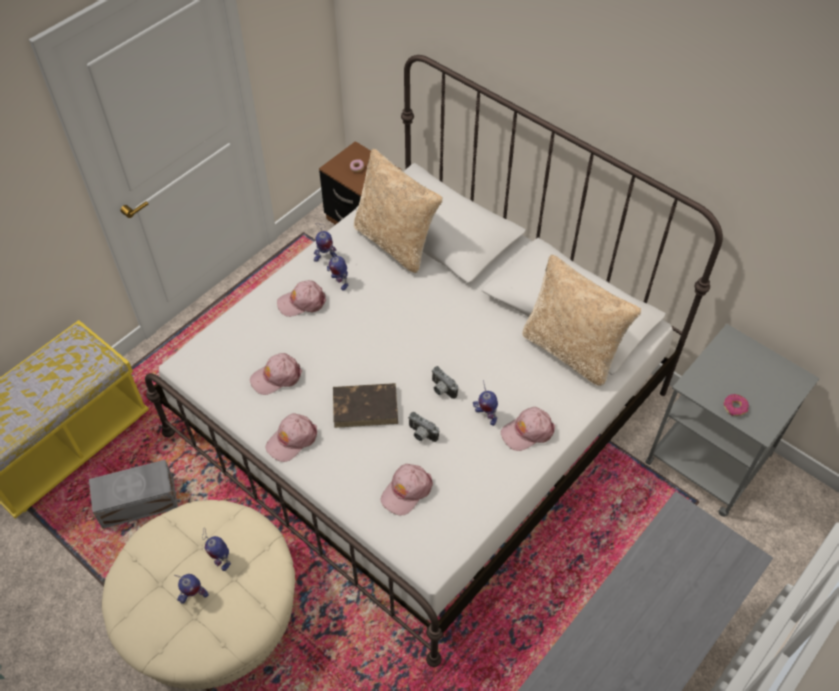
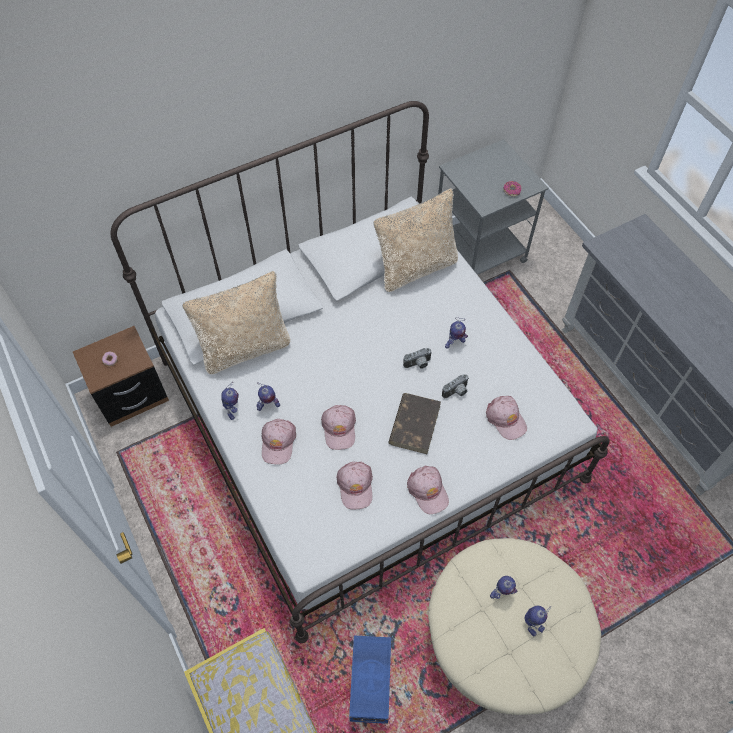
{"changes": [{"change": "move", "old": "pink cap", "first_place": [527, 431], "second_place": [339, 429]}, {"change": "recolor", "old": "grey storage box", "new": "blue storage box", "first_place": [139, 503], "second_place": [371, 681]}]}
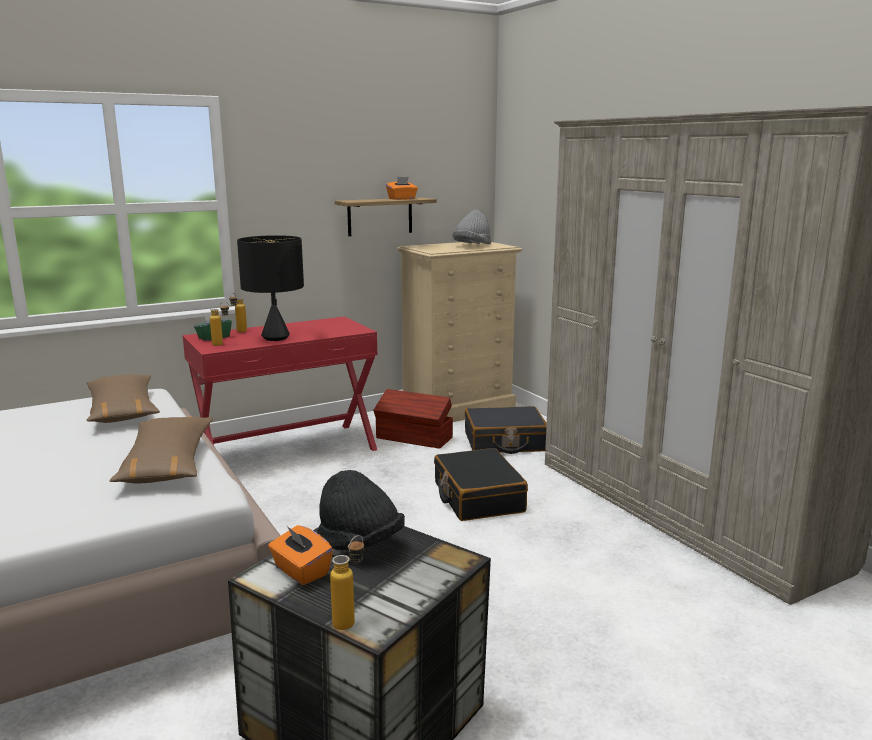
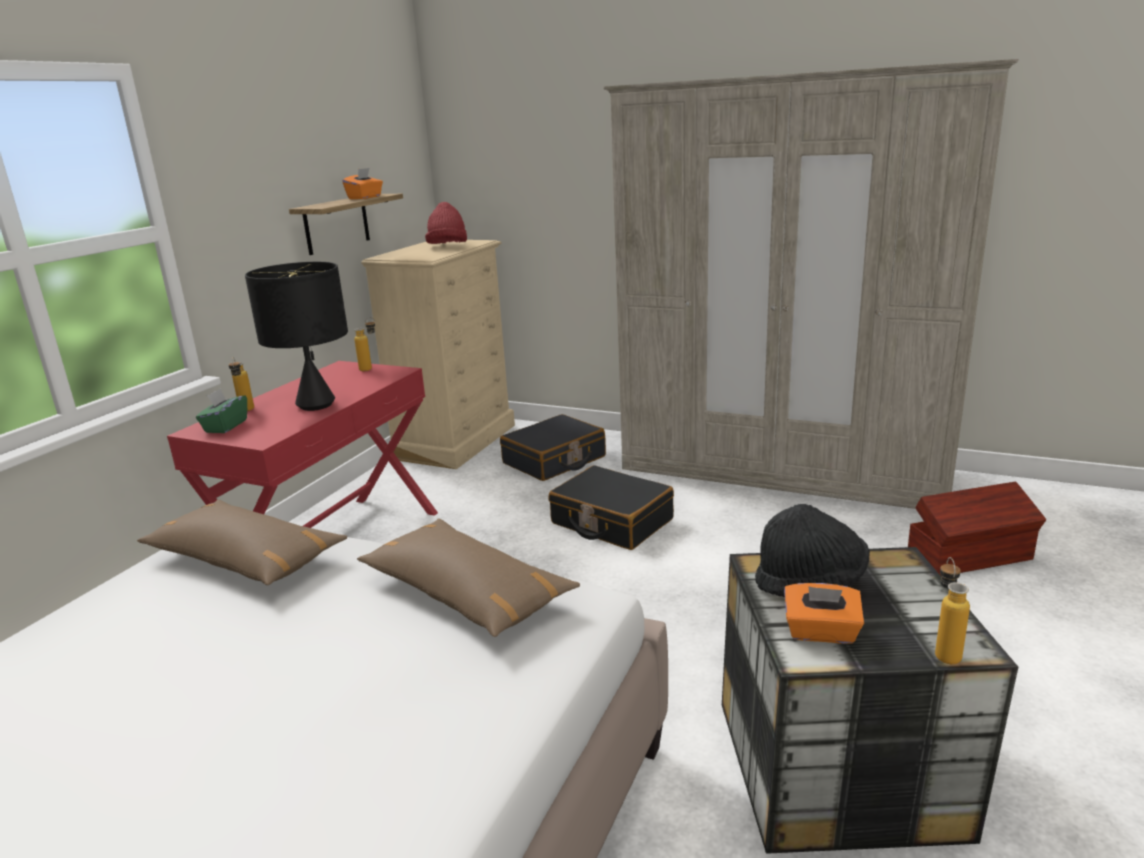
{"changes": [{"change": "recolor", "old": "grey hat", "new": "red hat", "first_place": [472, 246], "second_place": [447, 246]}, {"change": "move", "old": "bottle", "first_place": [222, 344], "second_place": [370, 368]}, {"change": "move", "old": "brown storage box", "first_place": [414, 438], "second_place": [971, 556]}]}
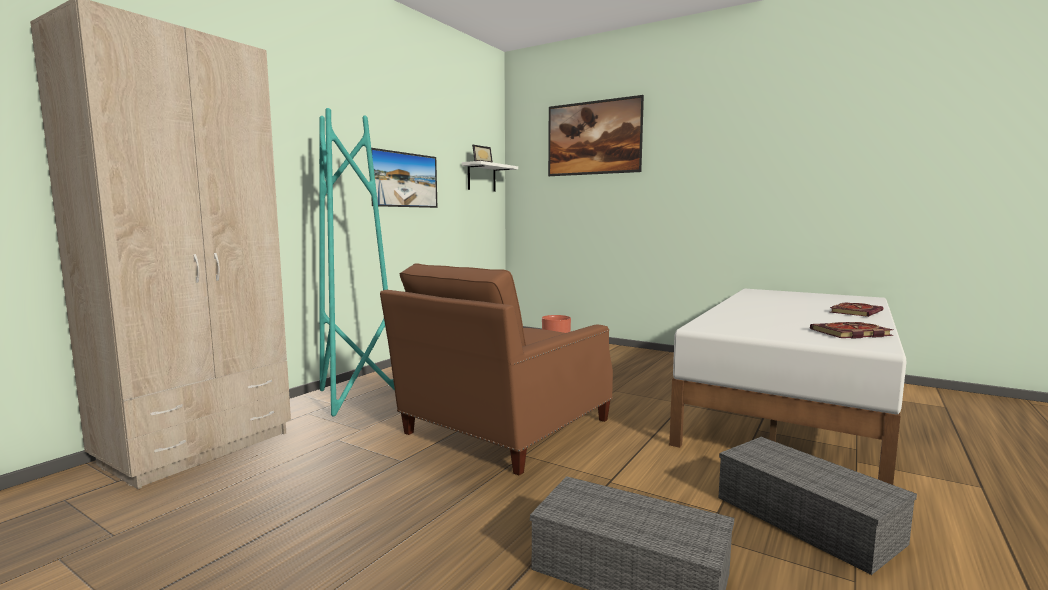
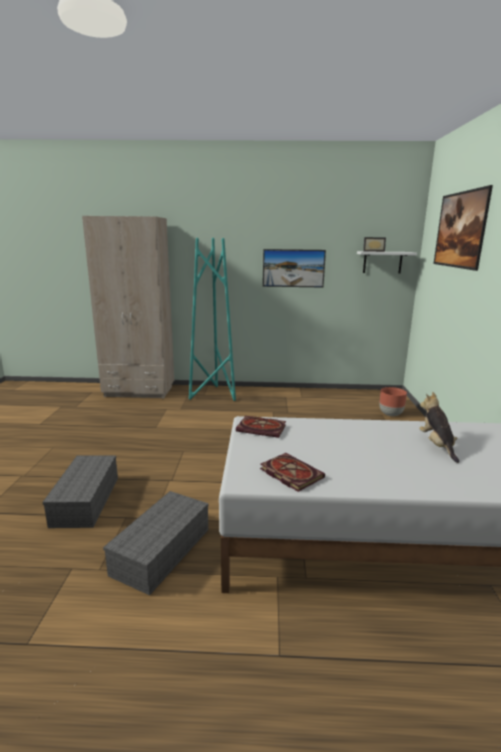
{"changes": [{"change": "delete", "old": "brown armchair", "first_place": [504, 428]}, {"change": "move", "old": "book", "first_place": [855, 312], "second_place": [262, 428]}, {"change": "insert", "new": "plush toy", "second_place": [437, 445]}]}
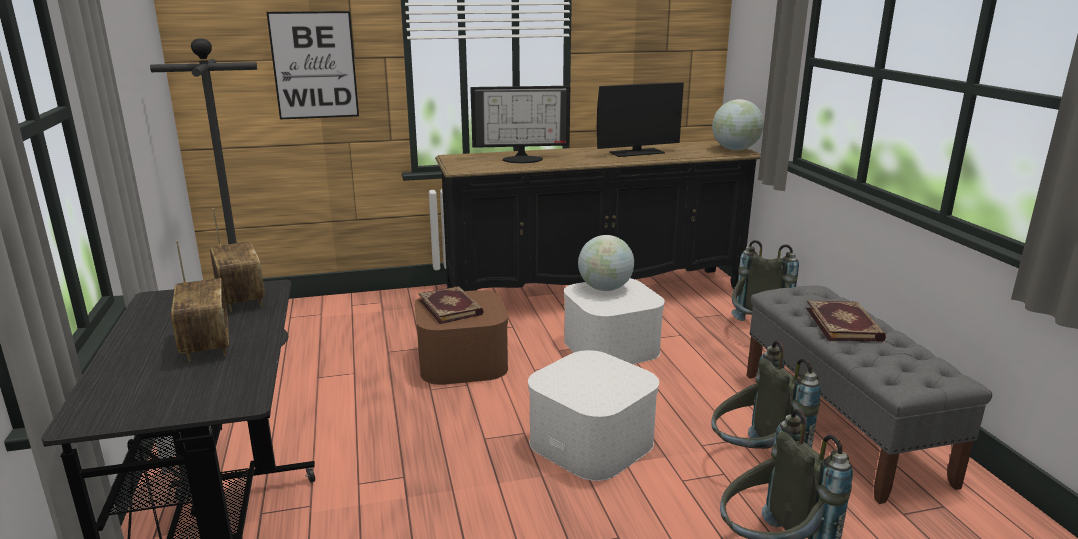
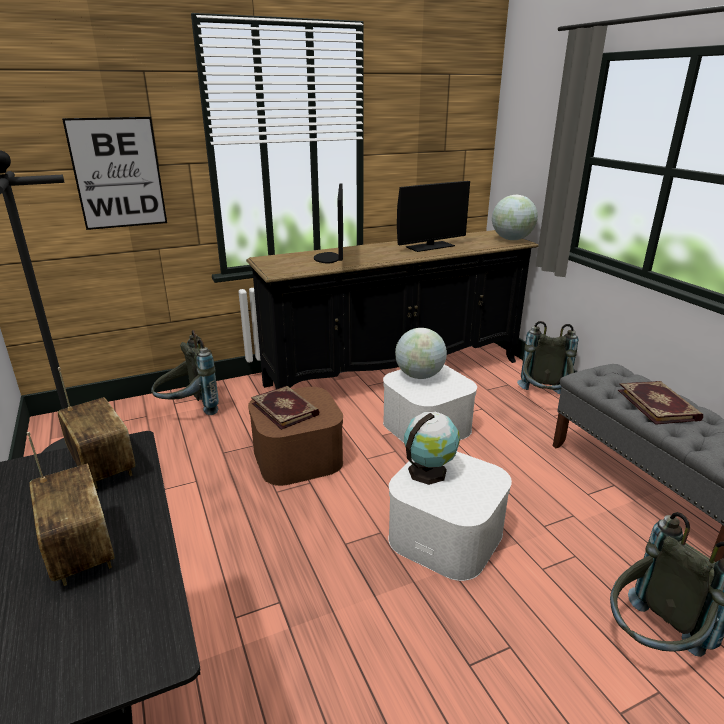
{"changes": [{"change": "rotate", "old": "monitor", "first_place": [523, 159], "second_place": [331, 258], "degrees": 105}, {"change": "move", "old": "grey backpack", "first_place": [754, 462], "second_place": [189, 410]}, {"change": "insert", "new": "globe", "second_place": [429, 471]}]}
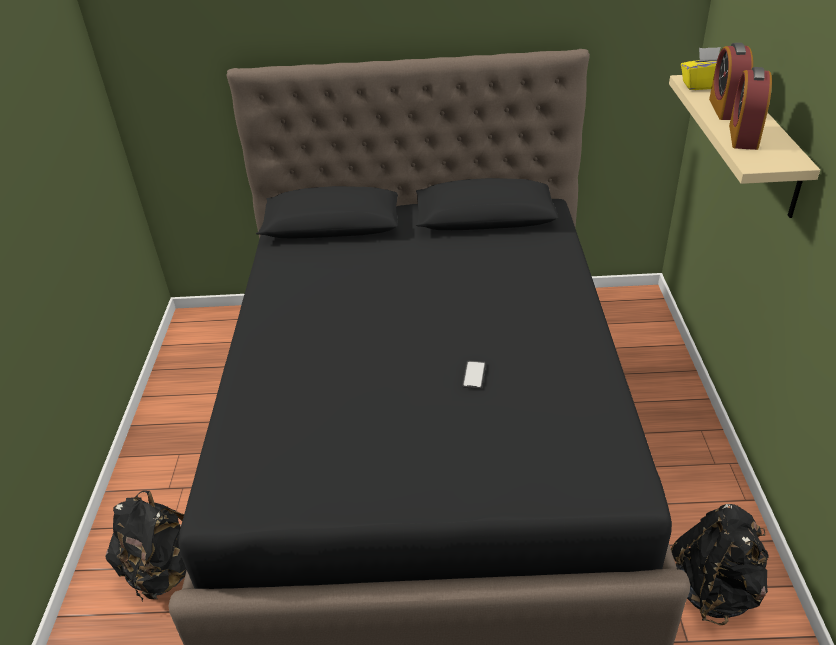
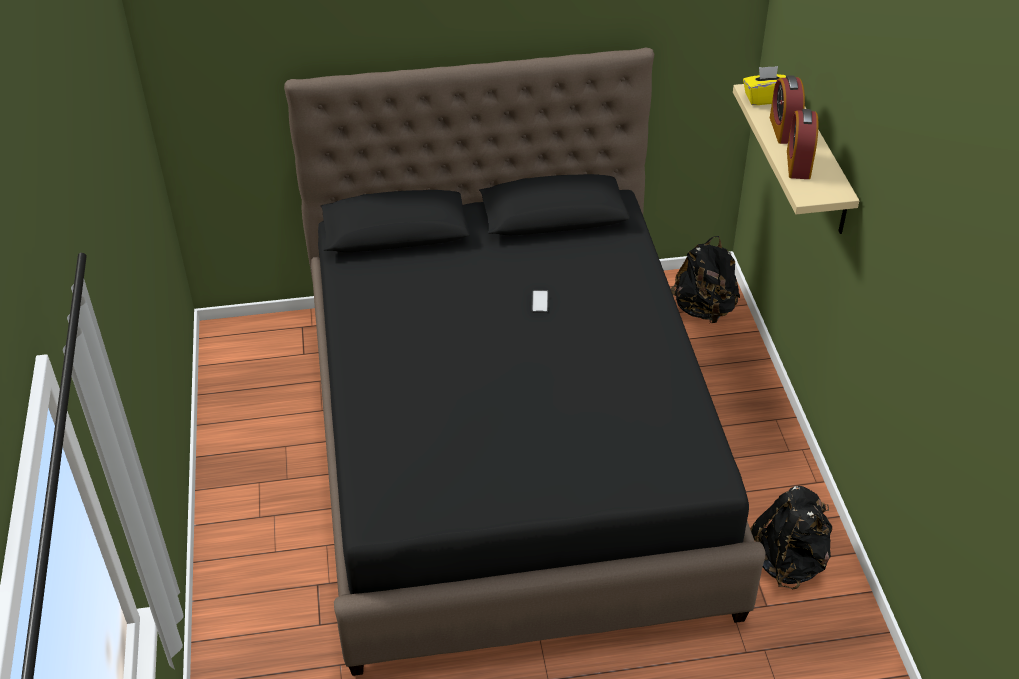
{"changes": [{"change": "move", "old": "phone", "first_place": [474, 375], "second_place": [540, 302]}, {"change": "move", "old": "black backpack", "first_place": [163, 572], "second_place": [704, 309]}]}
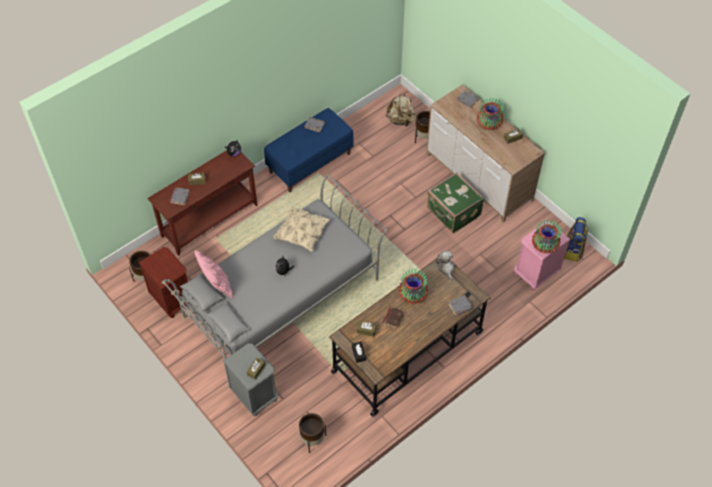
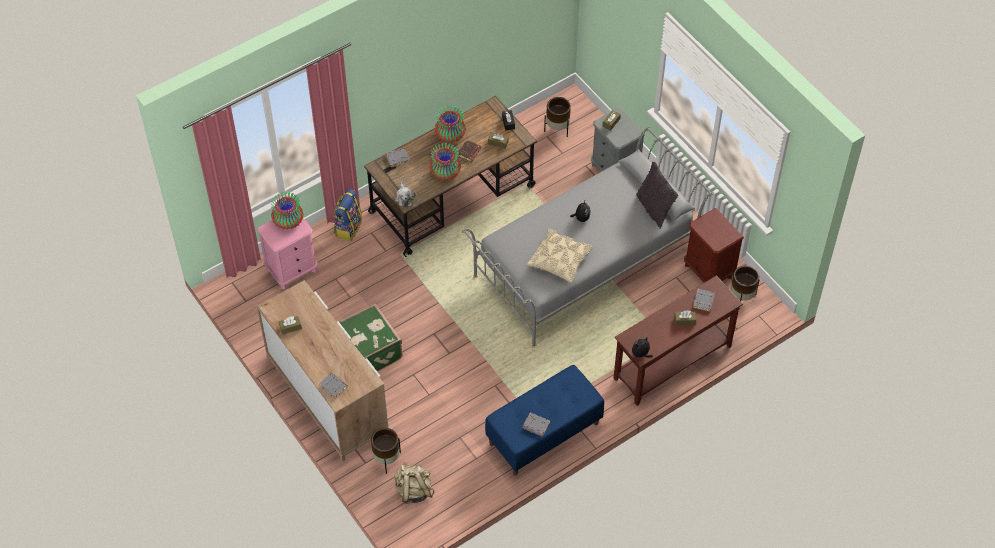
{"changes": [{"change": "move", "old": "vase", "first_place": [489, 124], "second_place": [450, 135]}, {"change": "move", "old": "backpack", "first_place": [573, 250], "second_place": [348, 227]}, {"change": "recolor", "old": "pink pillow", "new": "black pillow", "first_place": [217, 285], "second_place": [654, 209]}]}
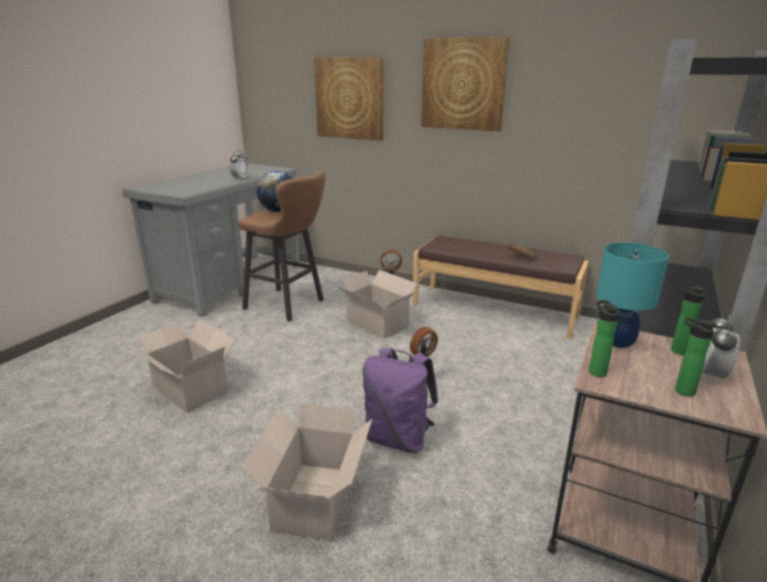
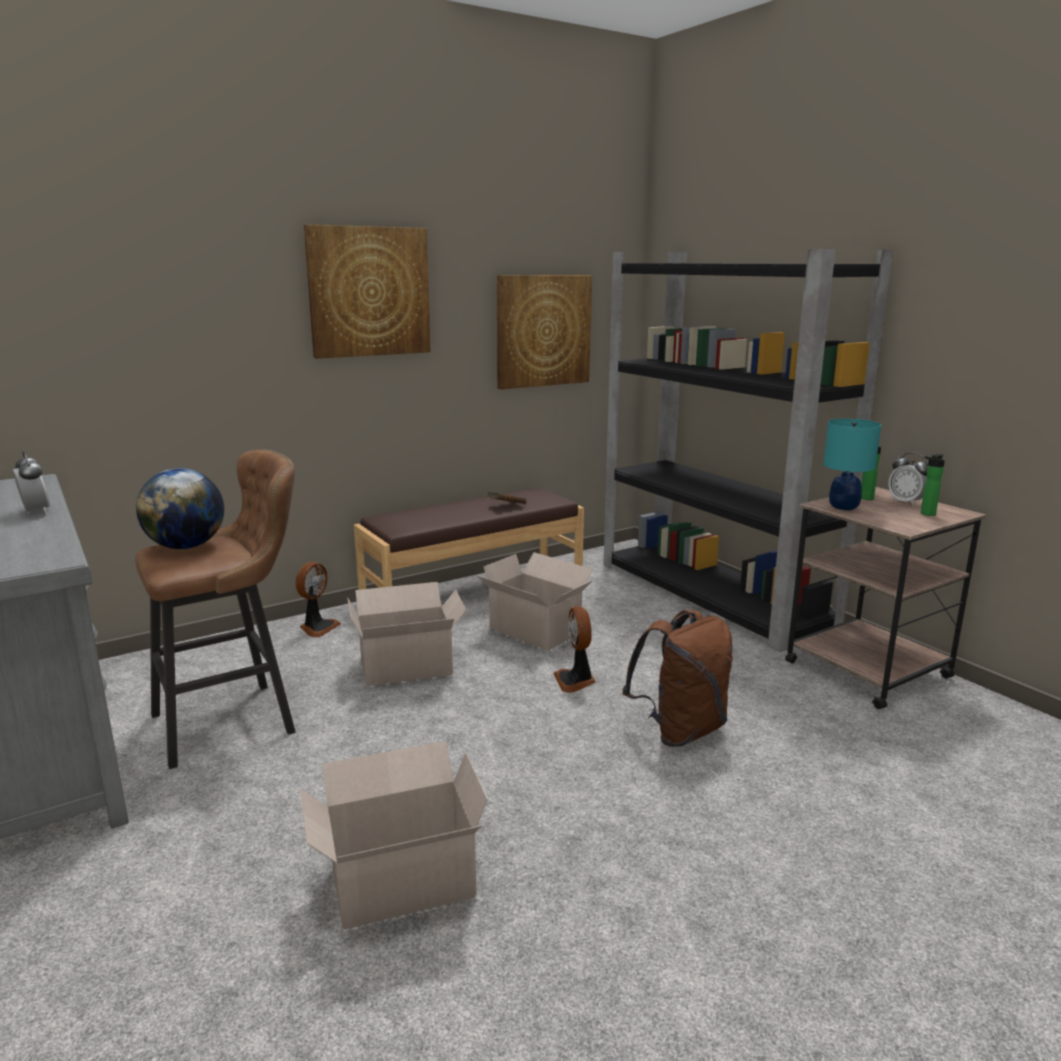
{"changes": [{"change": "move", "old": "picture", "first_place": [350, 98], "second_place": [543, 331]}, {"change": "delete", "old": "bottle", "first_place": [596, 371]}, {"change": "recolor", "old": "purple backpack", "new": "brown backpack", "first_place": [398, 438], "second_place": [680, 730]}, {"change": "move", "old": "cardboard box", "first_place": [313, 502], "second_place": [536, 631]}]}
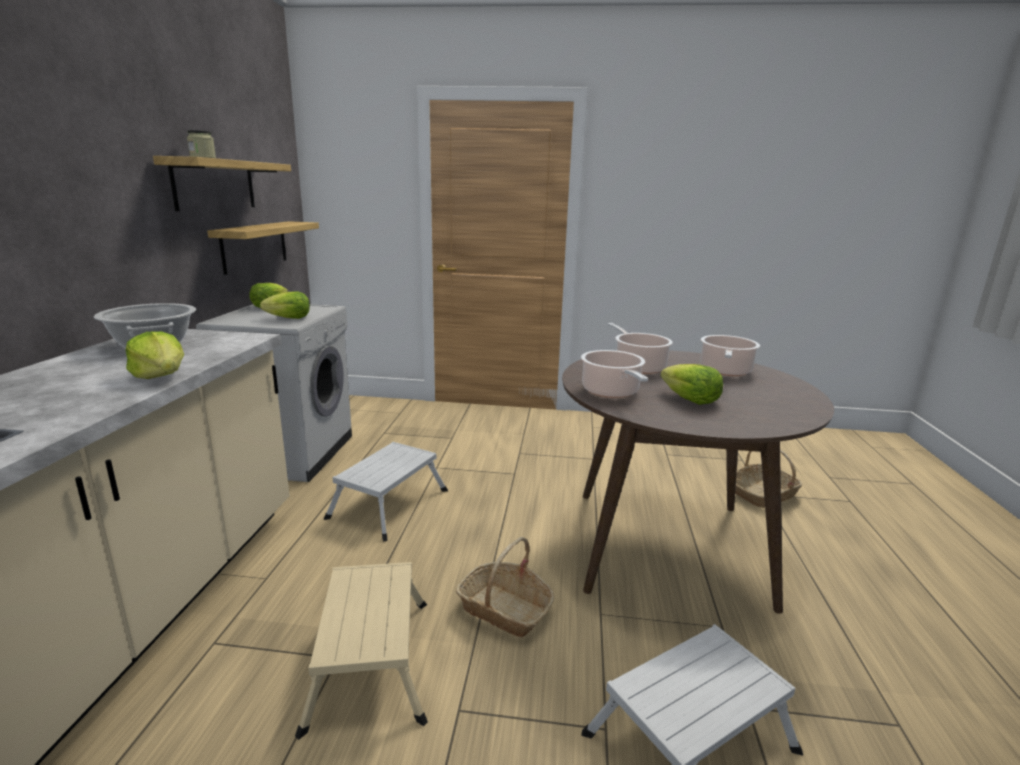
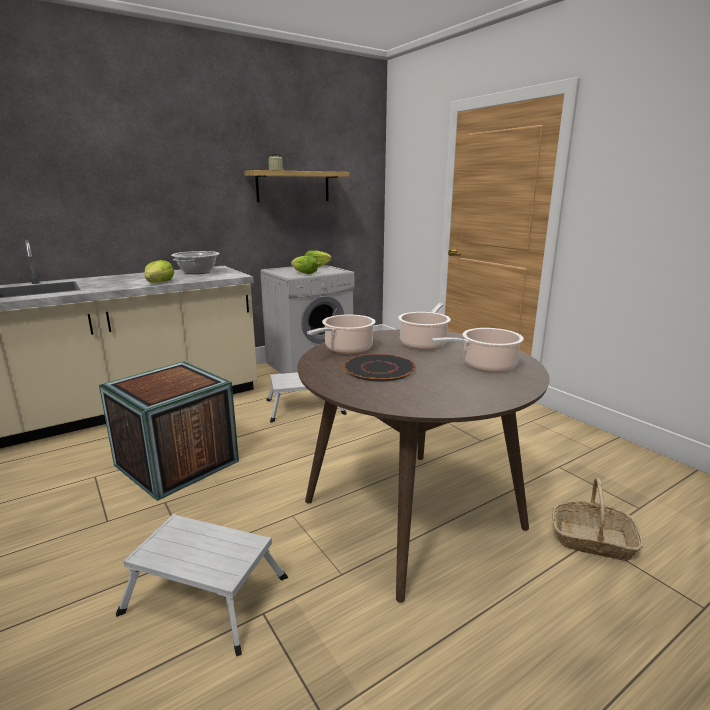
{"changes": [{"change": "delete", "old": "shelf", "first_place": [255, 246]}, {"change": "replace", "old": "lettuce", "new": "black plate", "first_place": [690, 400], "second_place": [379, 369]}, {"change": "delete", "old": "basket", "first_place": [505, 609]}, {"change": "replace", "old": "beige step ladder", "new": "crate", "first_place": [370, 660], "second_place": [176, 463]}]}
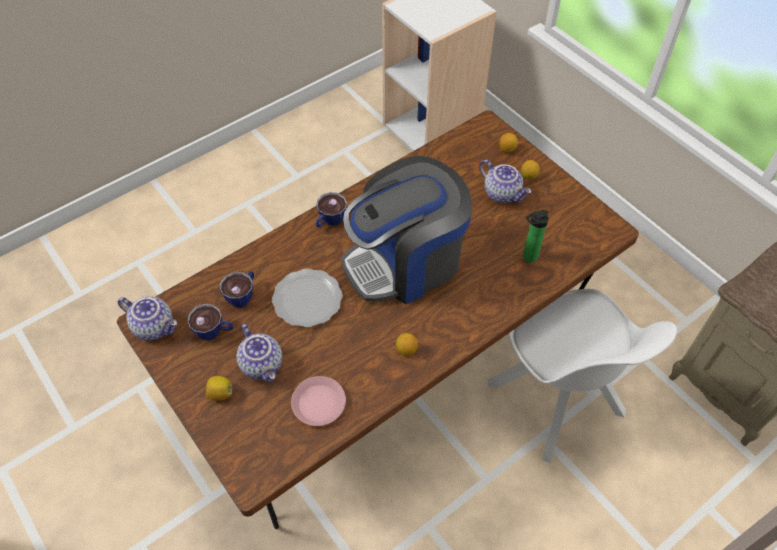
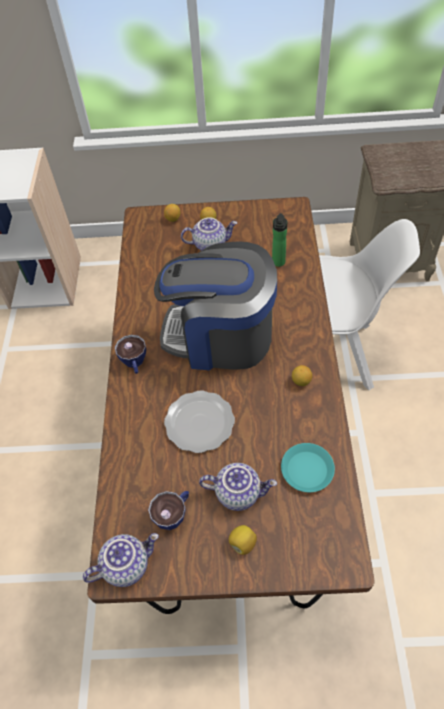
{"changes": [{"change": "rotate", "old": "coffee machine", "first_place": [405, 262], "second_place": [220, 336], "degrees": 90}, {"change": "delete", "old": "cup", "first_place": [243, 295]}, {"change": "recolor", "old": "pink plate", "new": "turquoise plate", "first_place": [319, 403], "second_place": [307, 469]}]}
